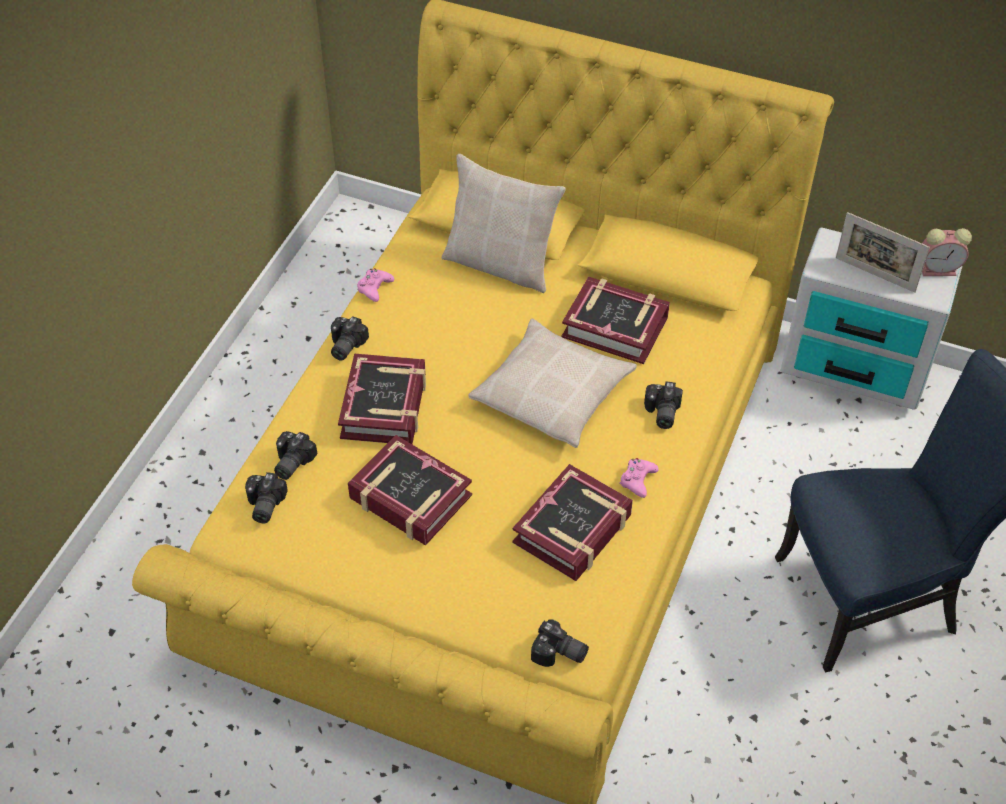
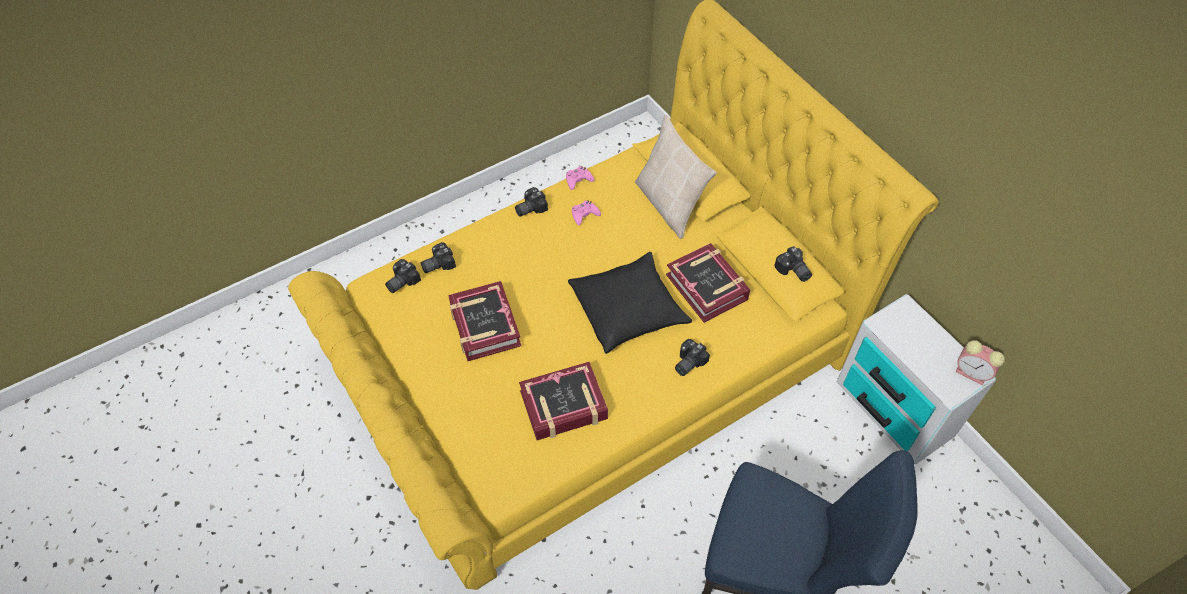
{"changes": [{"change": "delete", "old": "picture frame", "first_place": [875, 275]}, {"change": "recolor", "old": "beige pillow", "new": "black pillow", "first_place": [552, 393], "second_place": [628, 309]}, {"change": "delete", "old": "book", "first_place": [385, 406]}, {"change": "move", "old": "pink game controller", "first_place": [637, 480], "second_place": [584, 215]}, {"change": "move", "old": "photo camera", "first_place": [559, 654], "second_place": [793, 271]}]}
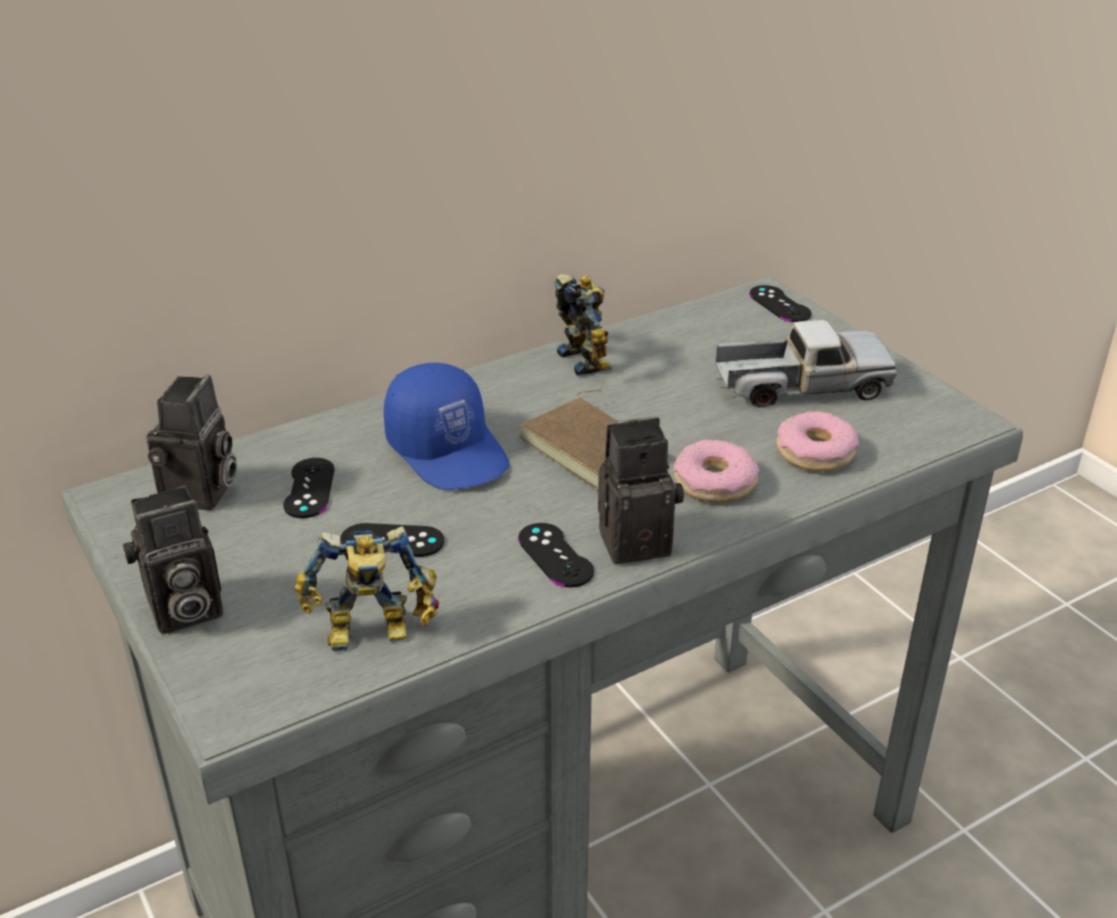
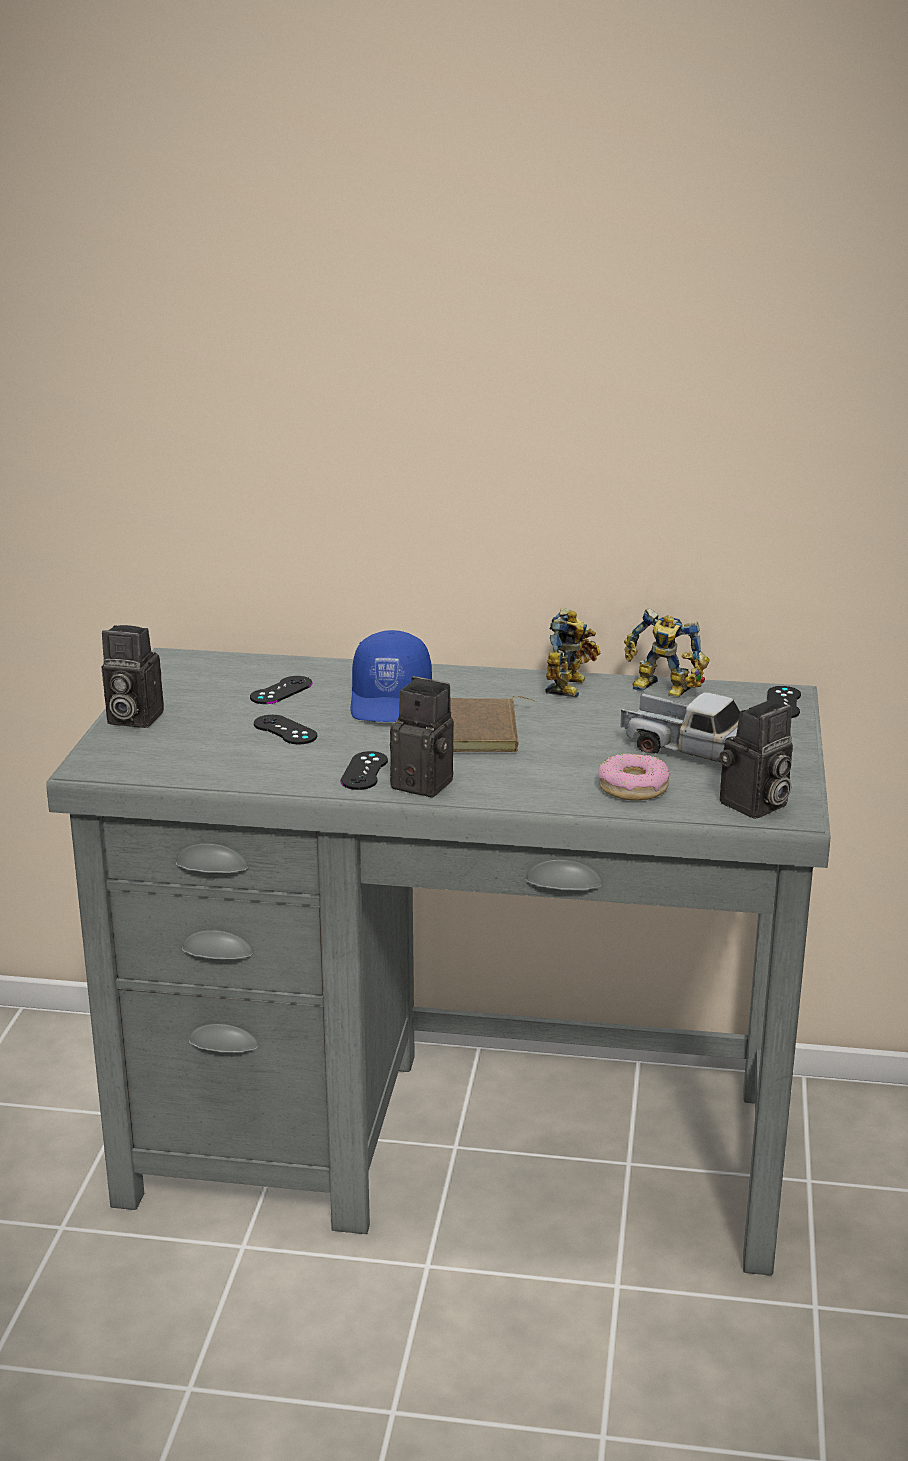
{"changes": [{"change": "move", "old": "photo camera", "first_place": [201, 494], "second_place": [754, 806]}, {"change": "delete", "old": "donut", "first_place": [715, 482]}, {"change": "move", "old": "toy robot", "first_place": [372, 635], "second_place": [661, 690]}]}
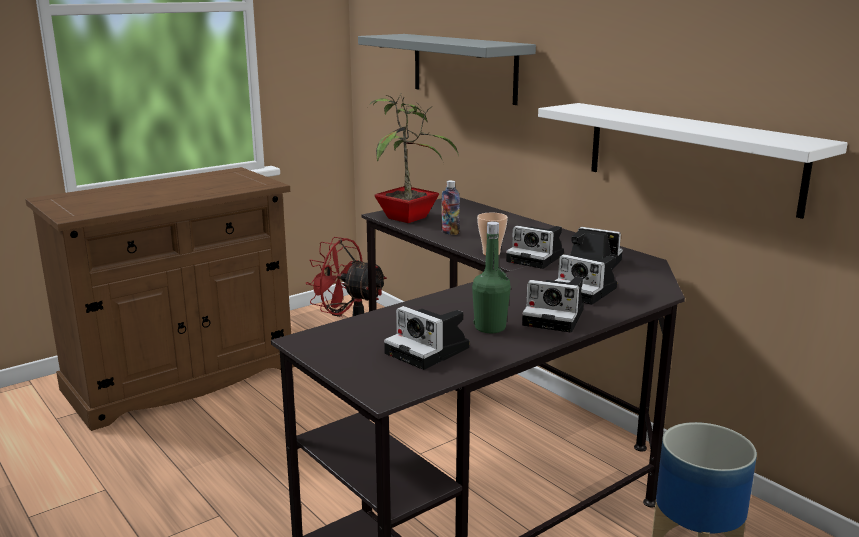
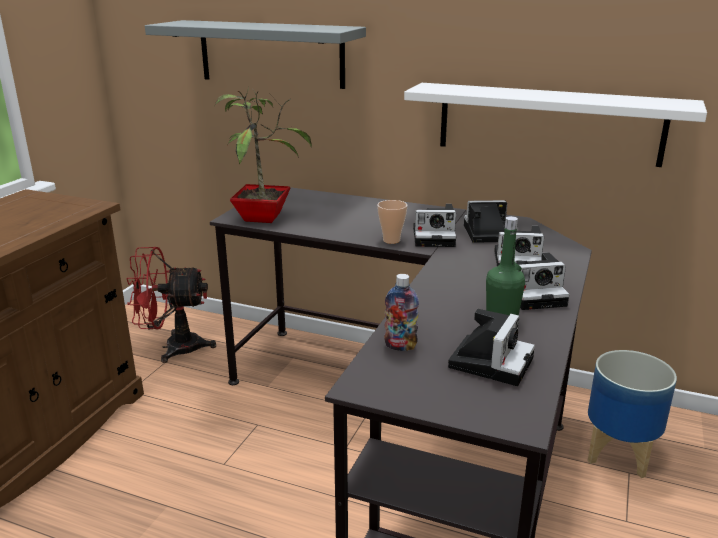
{"changes": [{"change": "move", "old": "bottle", "first_place": [450, 232], "second_place": [400, 346]}, {"change": "rotate", "old": "photo camera", "first_place": [430, 351], "second_place": [490, 361], "degrees": -75}]}
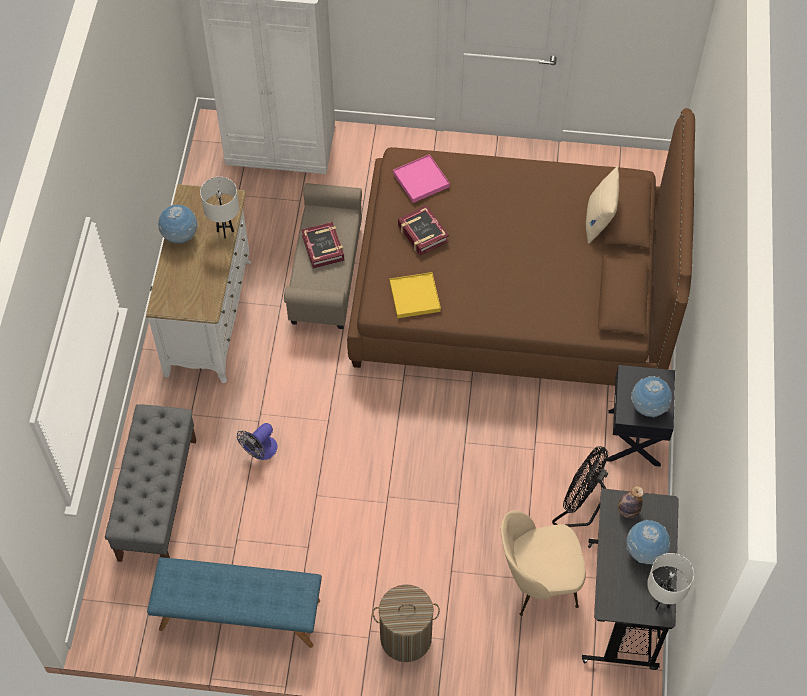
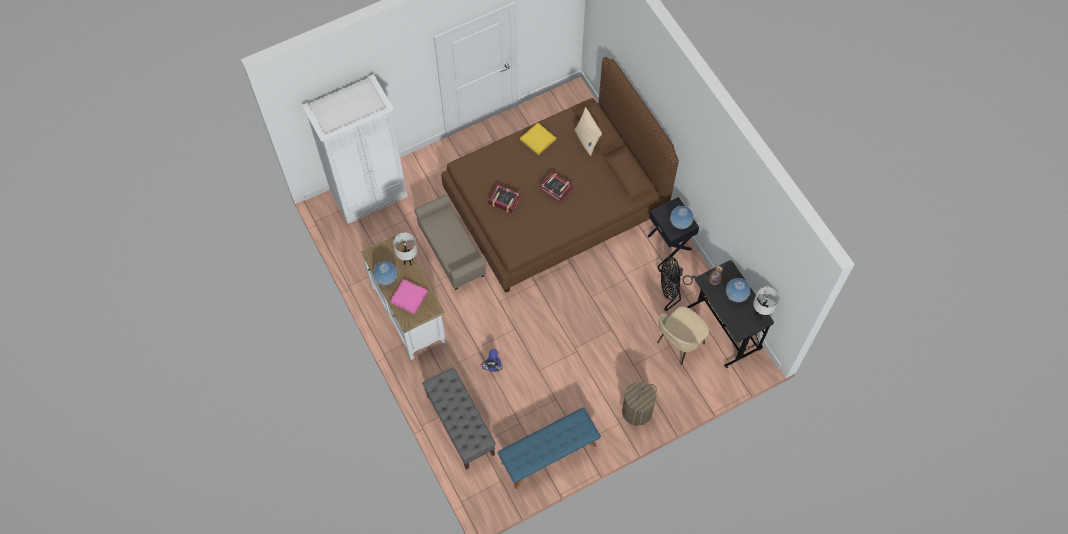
{"changes": [{"change": "move", "old": "pink tray", "first_place": [421, 180], "second_place": [409, 297]}, {"change": "move", "old": "book", "first_place": [323, 248], "second_place": [556, 188]}, {"change": "move", "old": "yellow tray", "first_place": [414, 297], "second_place": [538, 139]}]}
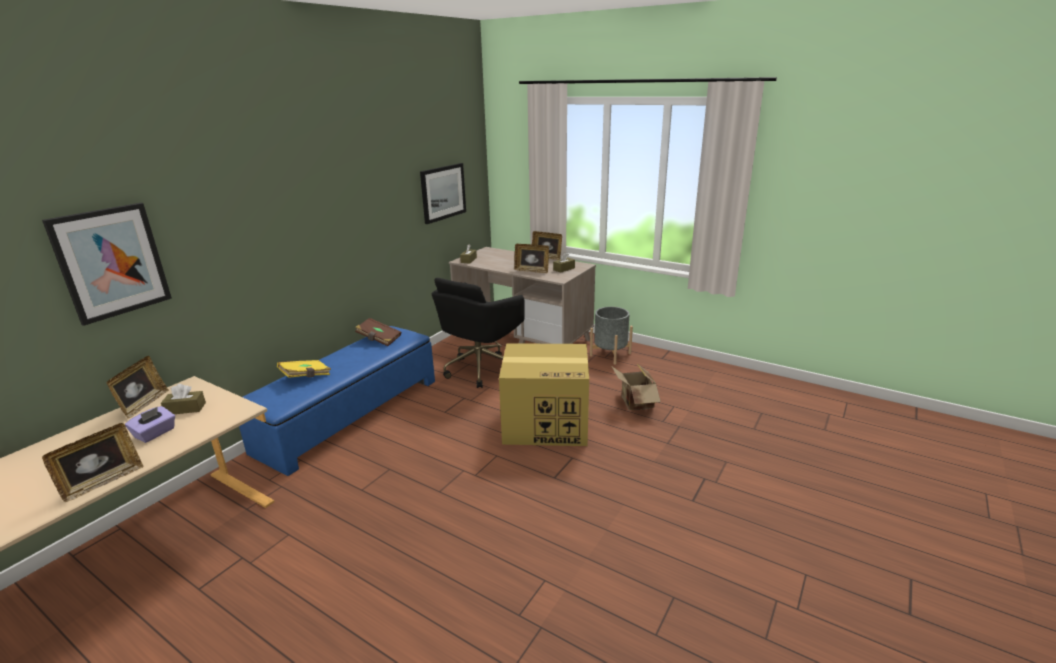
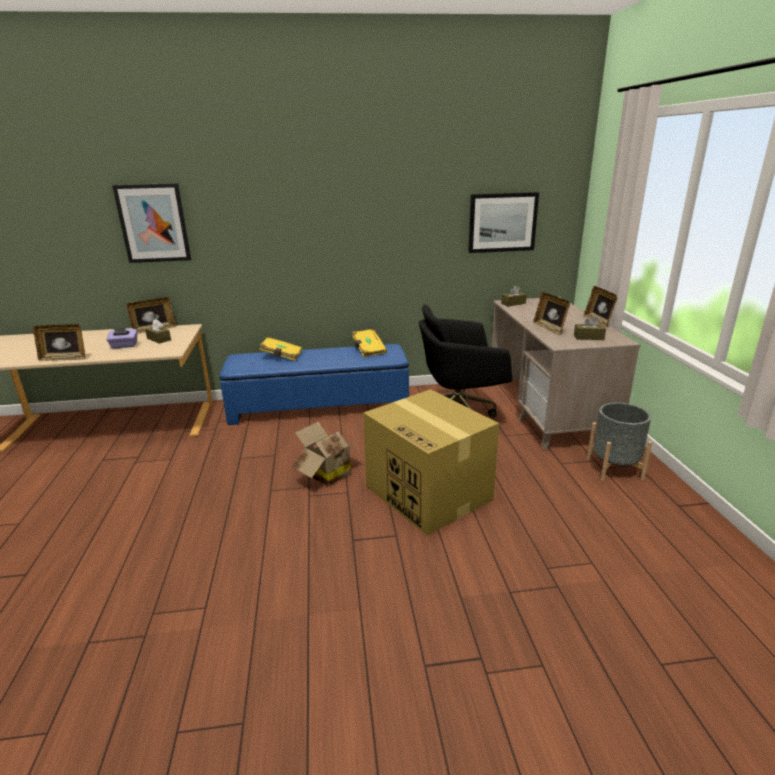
{"changes": [{"change": "recolor", "old": "brown book", "new": "yellow book", "first_place": [379, 339], "second_place": [368, 350]}, {"change": "move", "old": "cardboard box", "first_place": [634, 404], "second_place": [326, 474]}]}
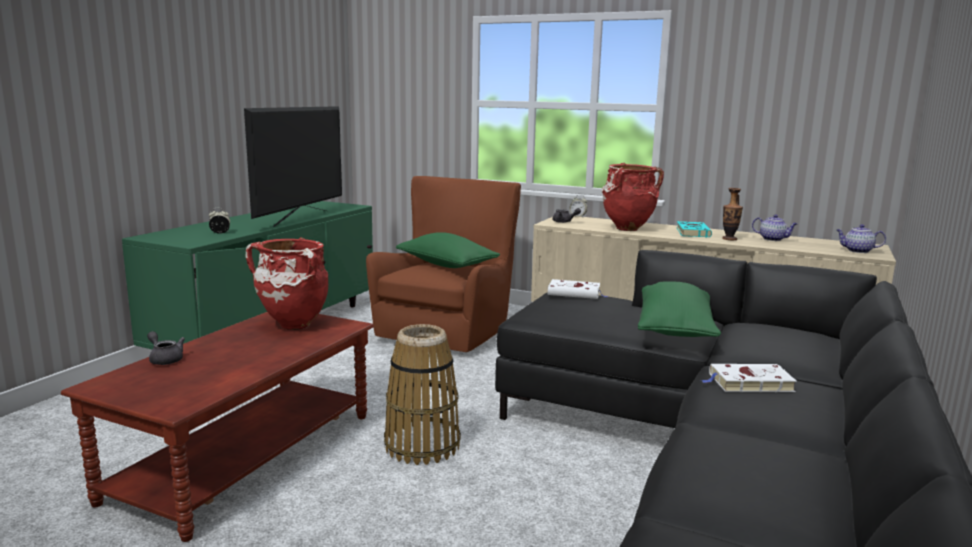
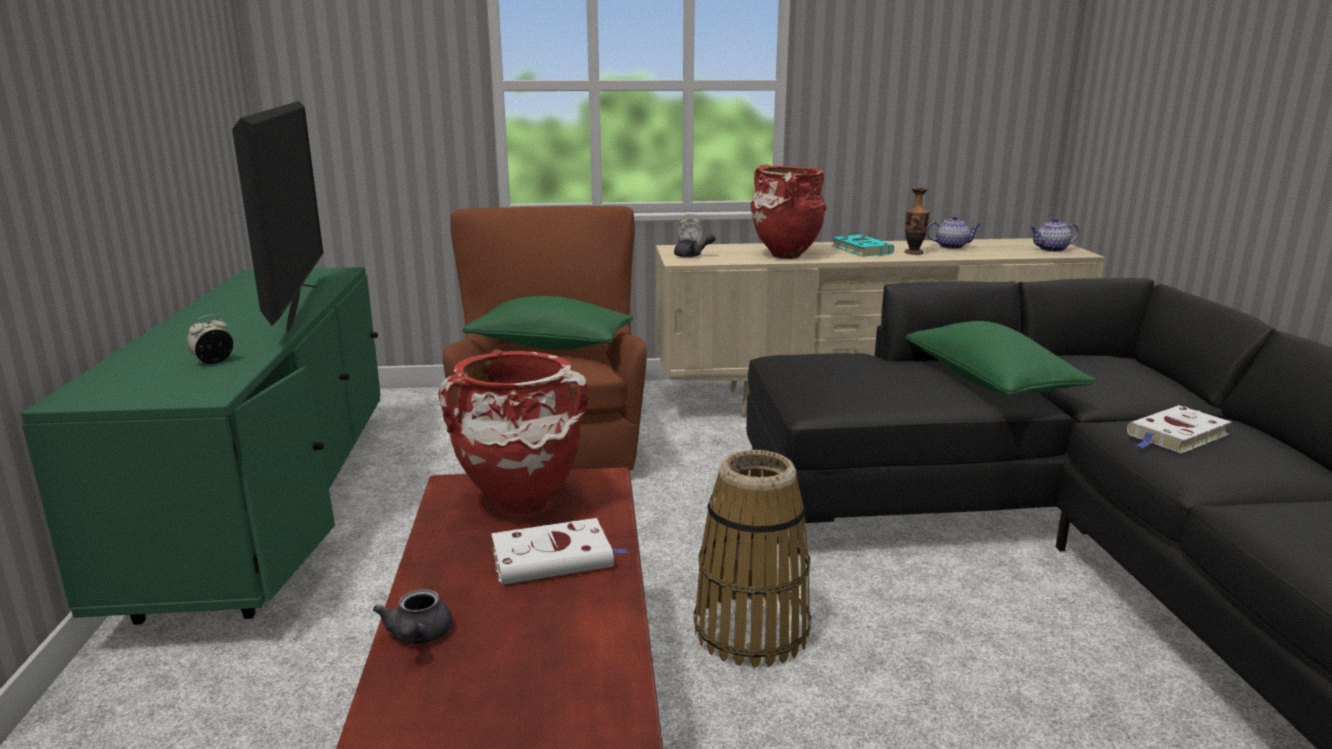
{"changes": [{"change": "move", "old": "white book", "first_place": [575, 293], "second_place": [555, 558]}, {"change": "rotate", "old": "grey teapot", "first_place": [165, 359], "second_place": [418, 637], "degrees": -105}]}
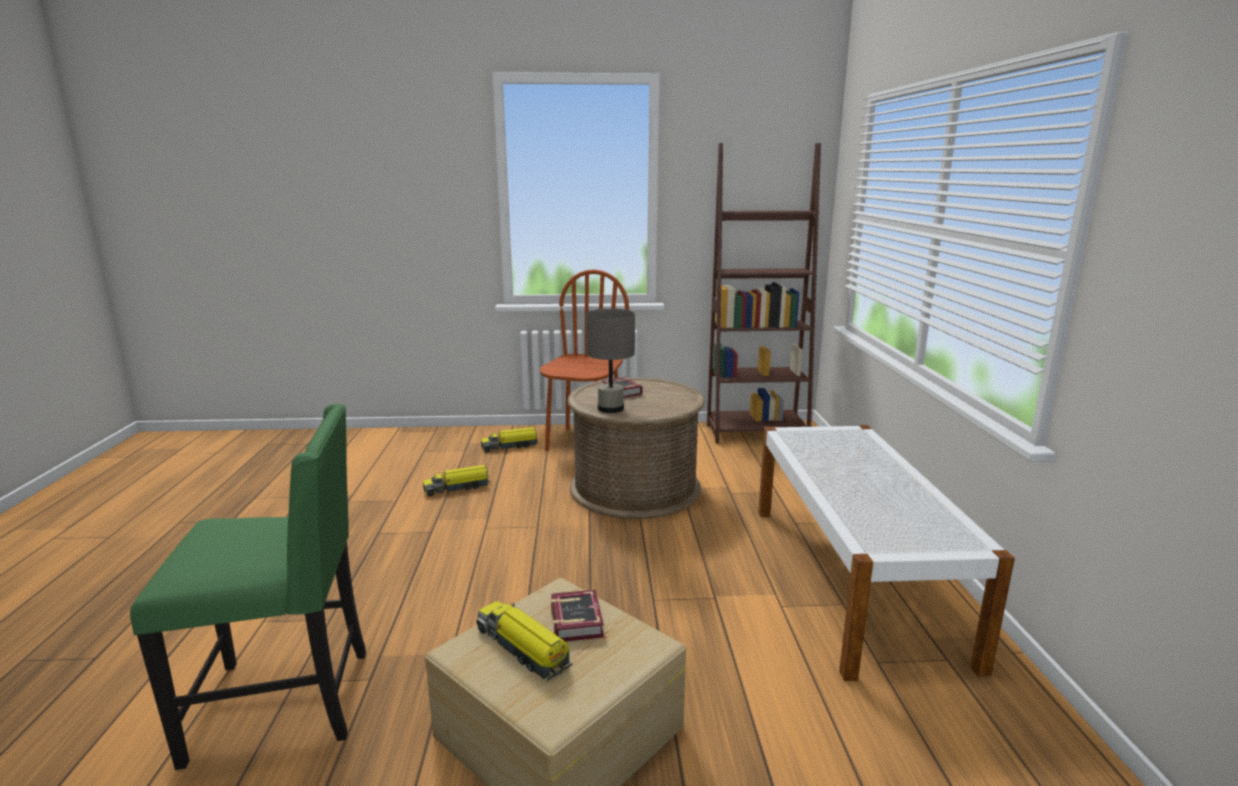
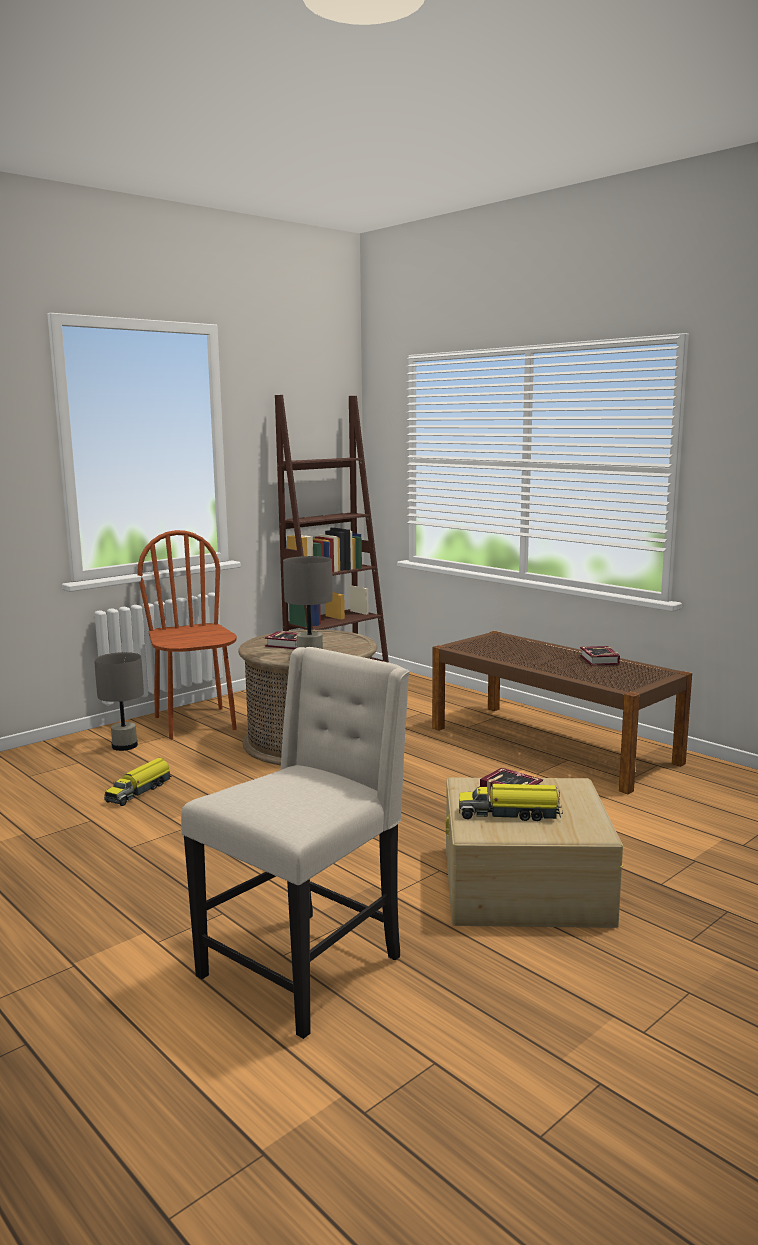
{"changes": [{"change": "recolor", "old": "green chair", "new": "beige chair", "first_place": [287, 703], "second_place": [305, 967]}, {"change": "recolor", "old": "white bench", "new": "brown bench", "first_place": [854, 578], "second_place": [552, 745]}, {"change": "replace", "old": "toy truck", "new": "grey table lamp", "first_place": [510, 446], "second_place": [125, 746]}, {"change": "insert", "new": "book", "second_place": [598, 661]}]}
